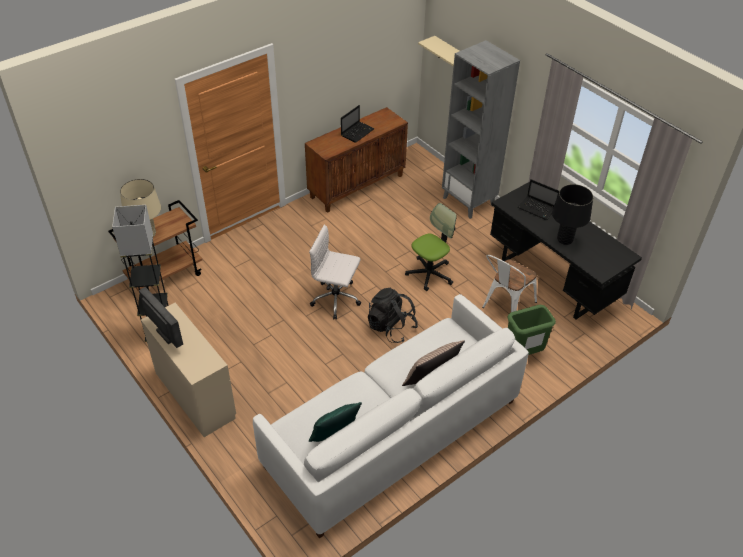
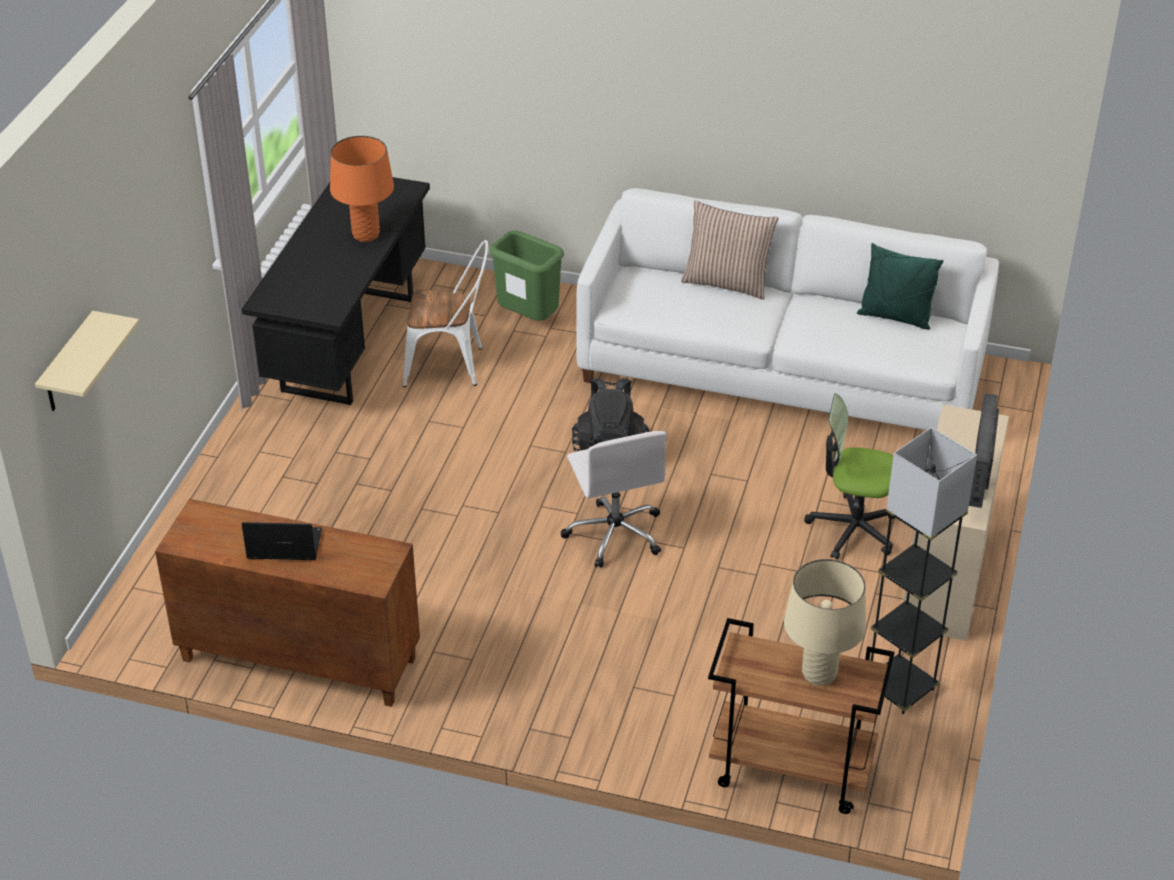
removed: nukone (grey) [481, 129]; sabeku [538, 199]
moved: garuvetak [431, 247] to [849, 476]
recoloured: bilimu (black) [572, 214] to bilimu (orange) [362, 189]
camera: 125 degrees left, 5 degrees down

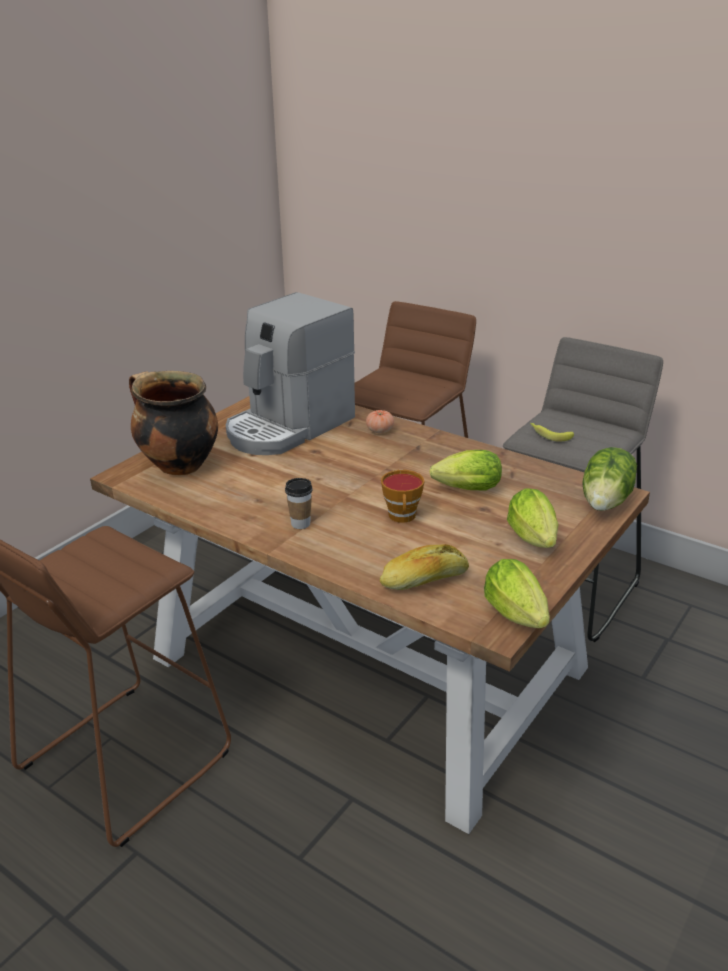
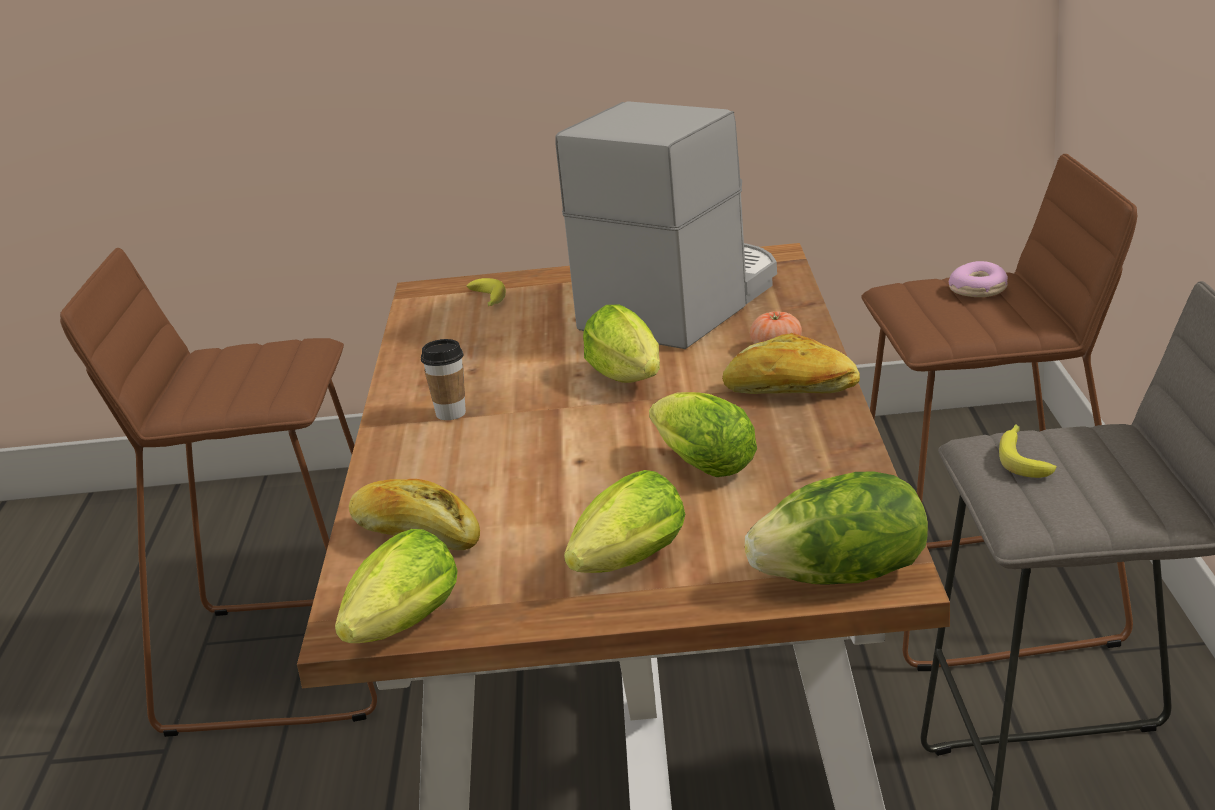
removed: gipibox [403, 496]
added: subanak [621, 343]; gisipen [791, 363]; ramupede [978, 279]
replaced: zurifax [173, 423] to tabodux [486, 292]
turned: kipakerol [290, 373] = [666, 225] 120 degrees clockwise
camera: 55 degrees right, 5 degrees down

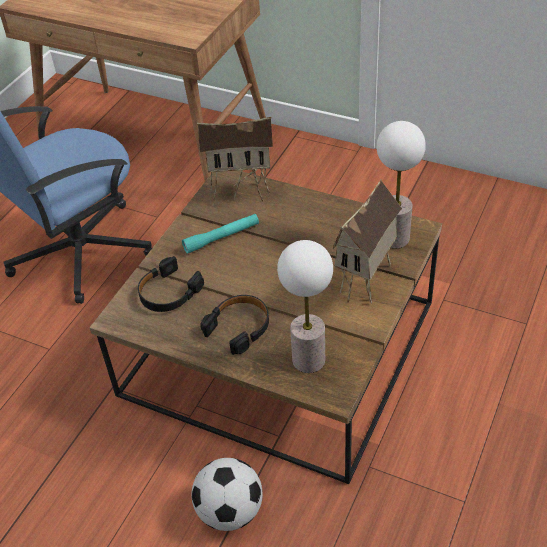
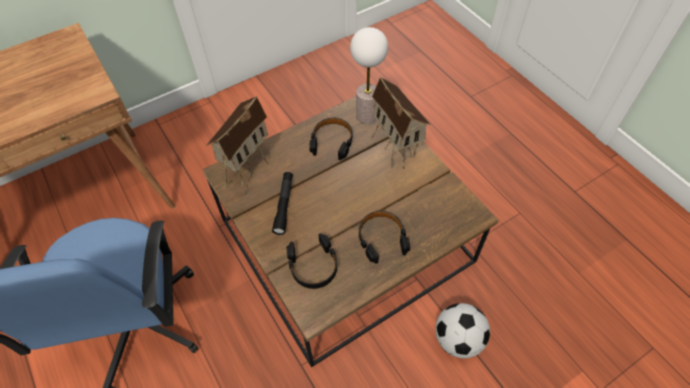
removed: bilimu [305, 306]
added: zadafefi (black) [331, 139]
recoloured: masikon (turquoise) [220, 234] to masikon (black) [282, 203]
camera: 60 degrees left, 10 degrees up

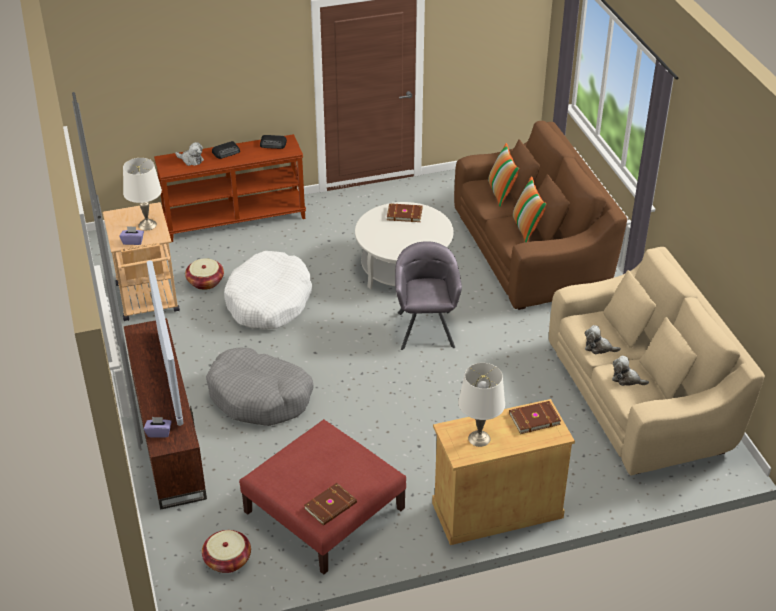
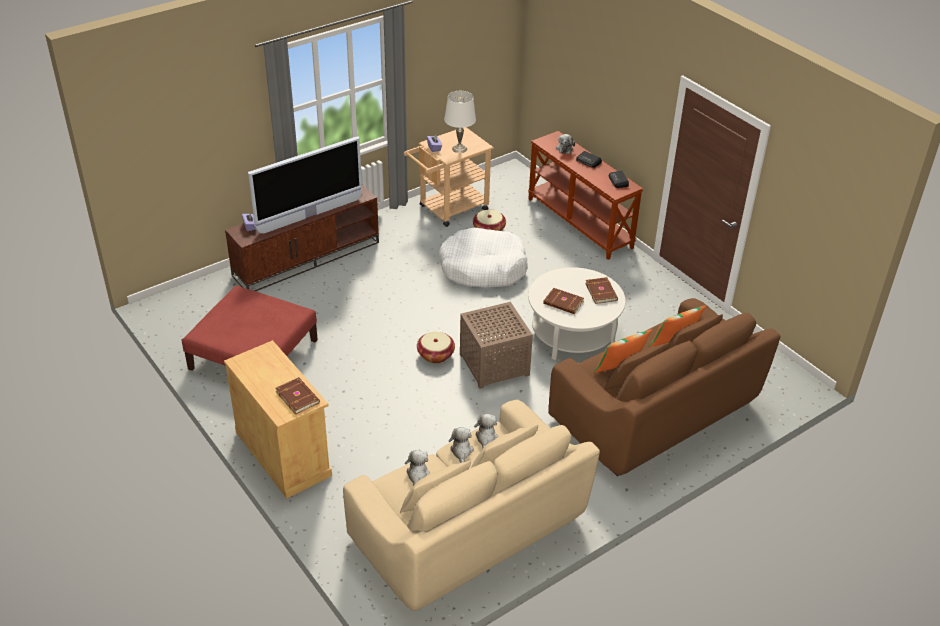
removed: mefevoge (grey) [260, 386]; bilimu (white) [481, 405]
added: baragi [486, 431]
moved: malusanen [226, 551] to [436, 347]; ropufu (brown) [330, 504] to [563, 301]
replaced: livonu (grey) [428, 295] to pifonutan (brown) [496, 345]
camera: 70 degrees right, 0 degrees up

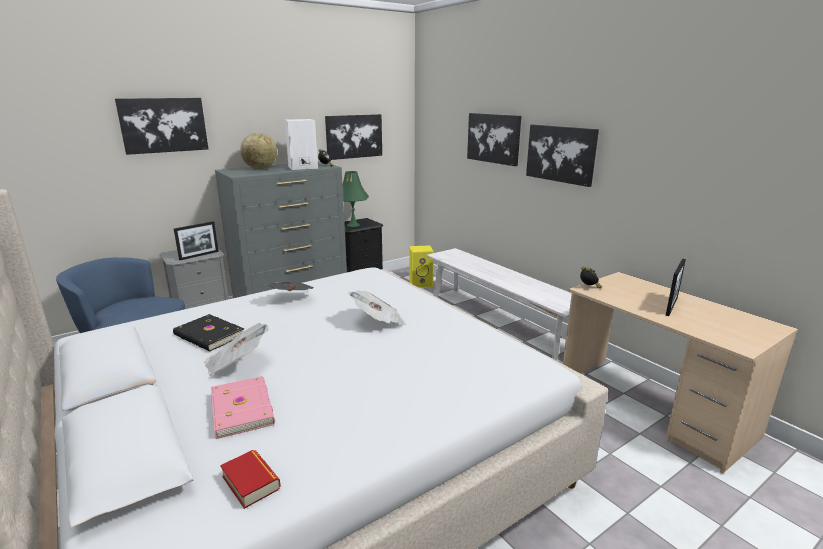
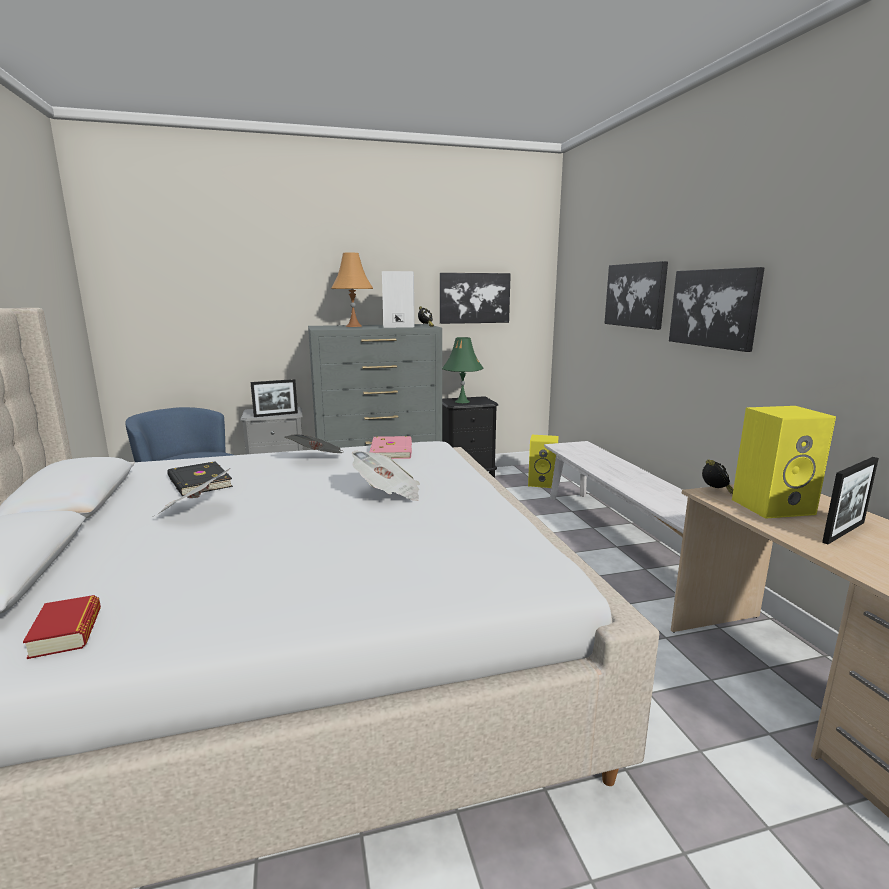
removed: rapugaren [161, 126]
added: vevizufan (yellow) [784, 462]
moved: ropufu (pink) [243, 407] to [391, 447]
replaced: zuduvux [258, 151] to bilimu (orange) [352, 290]
camera: 20 degrees right, 5 degrees down

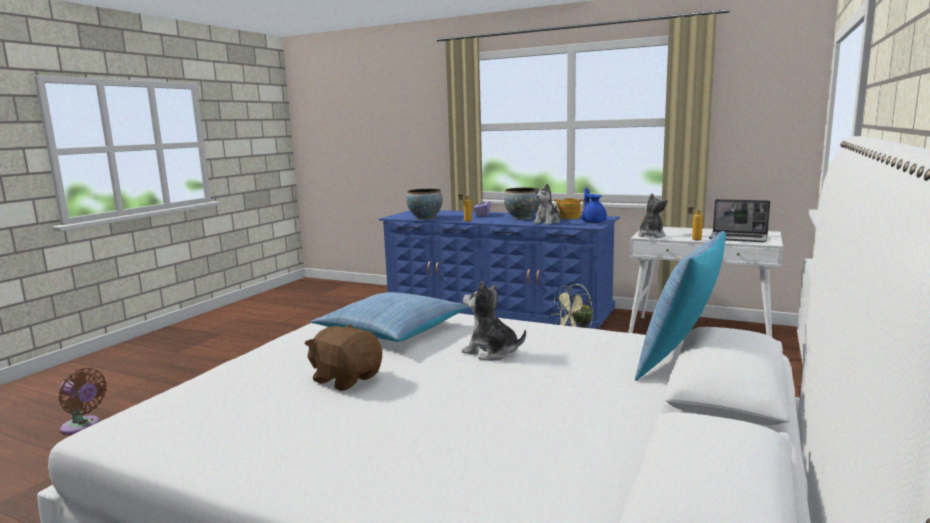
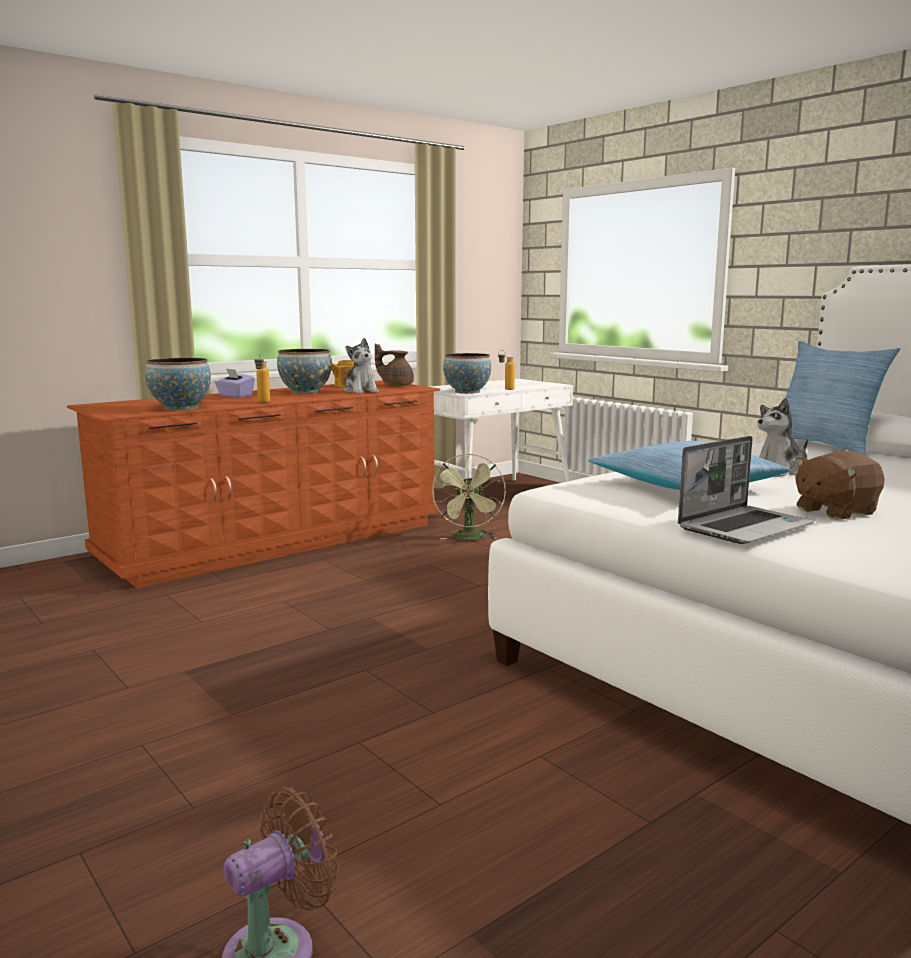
moved: sabeku [739, 220] to [746, 490]
replaced: baragi [653, 215] to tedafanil [467, 373]
recoloured: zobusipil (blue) [499, 269] to zobusipil (brown) [253, 484]; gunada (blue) [594, 205] to gunada (brown) [394, 364]
camera: 65 degrees left, 0 degrees up

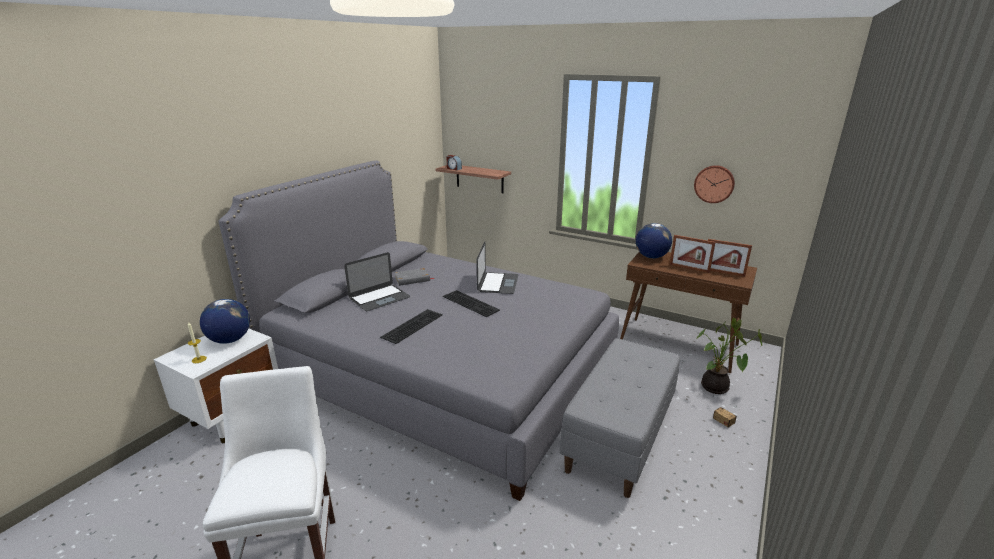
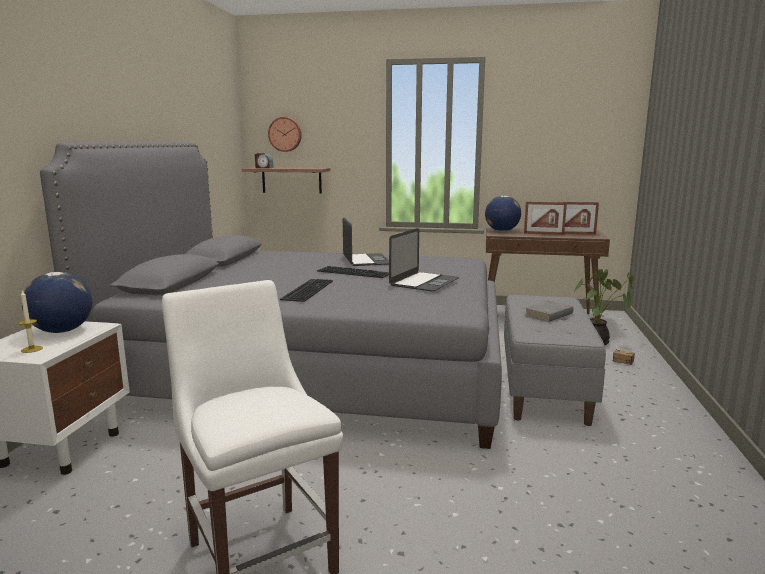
moved: sabeku [377, 281] to [424, 260]; ropufu (grey) [414, 277] to [549, 311]; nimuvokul [714, 184] to [285, 134]
camera: 20 degrees left, 10 degrees down

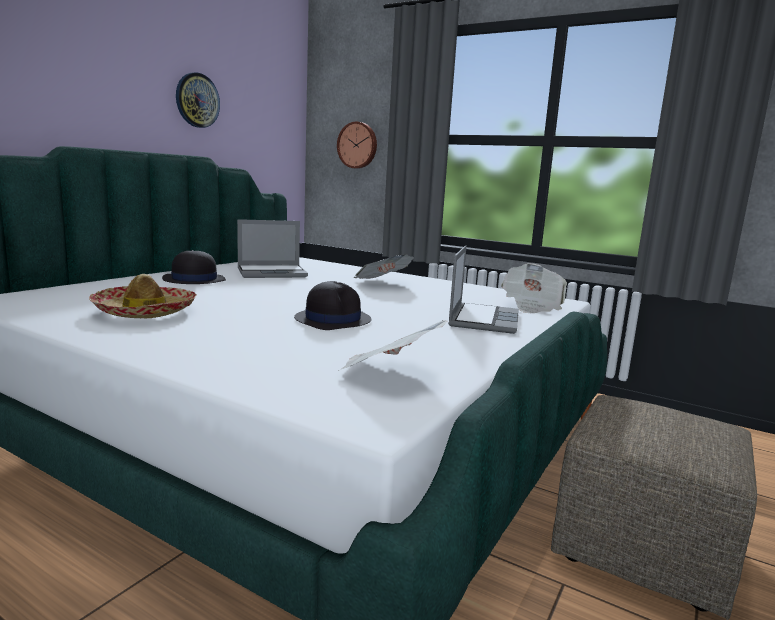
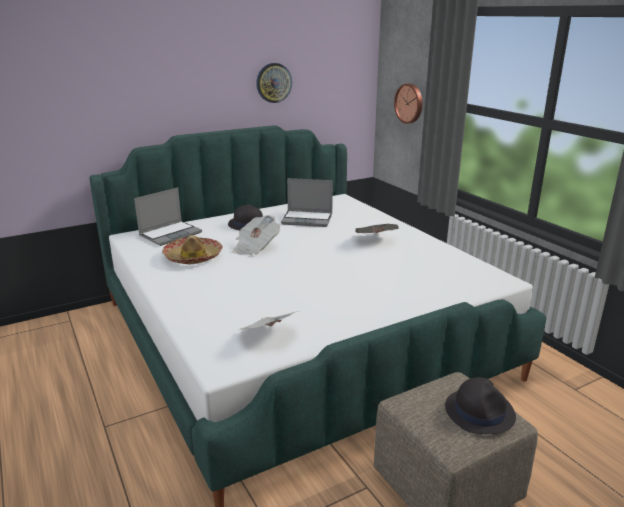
moved: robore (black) [332, 305] to [480, 405]; sabeku [483, 290] to [168, 216]; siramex [534, 288] to [256, 235]
camera: 30 degrees right, 10 degrees up

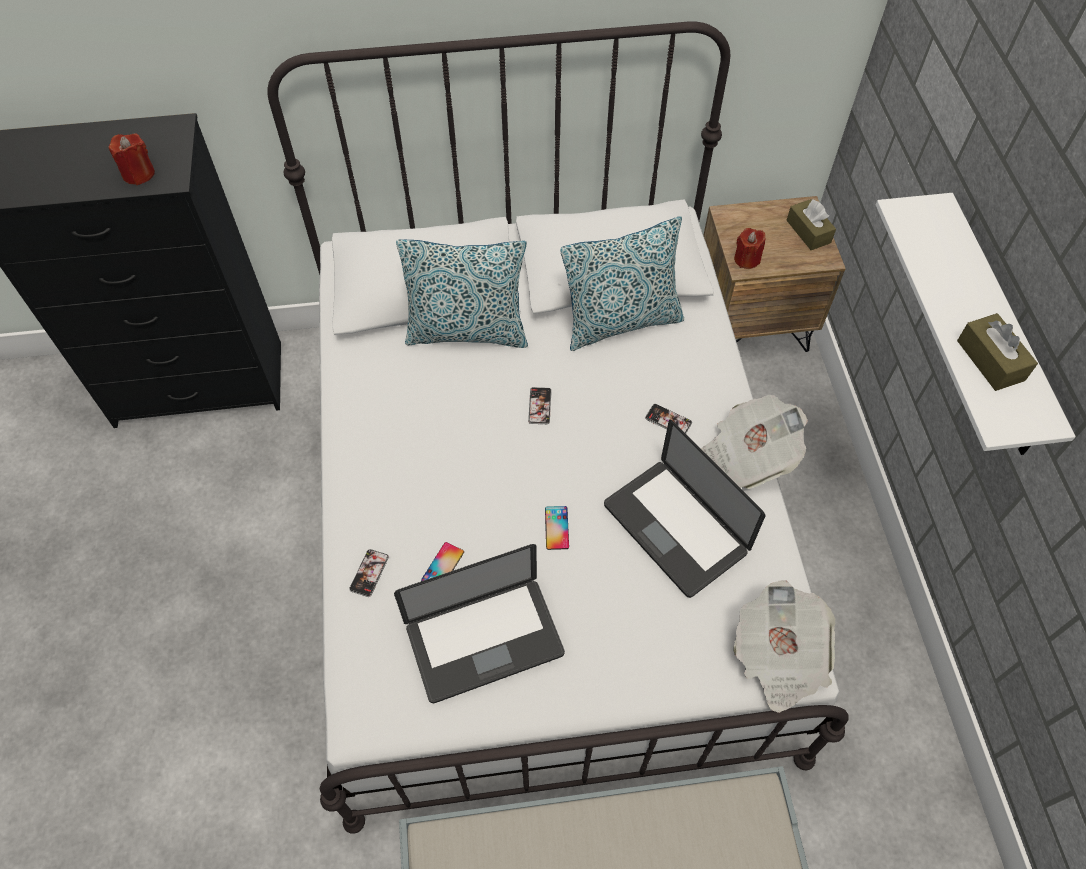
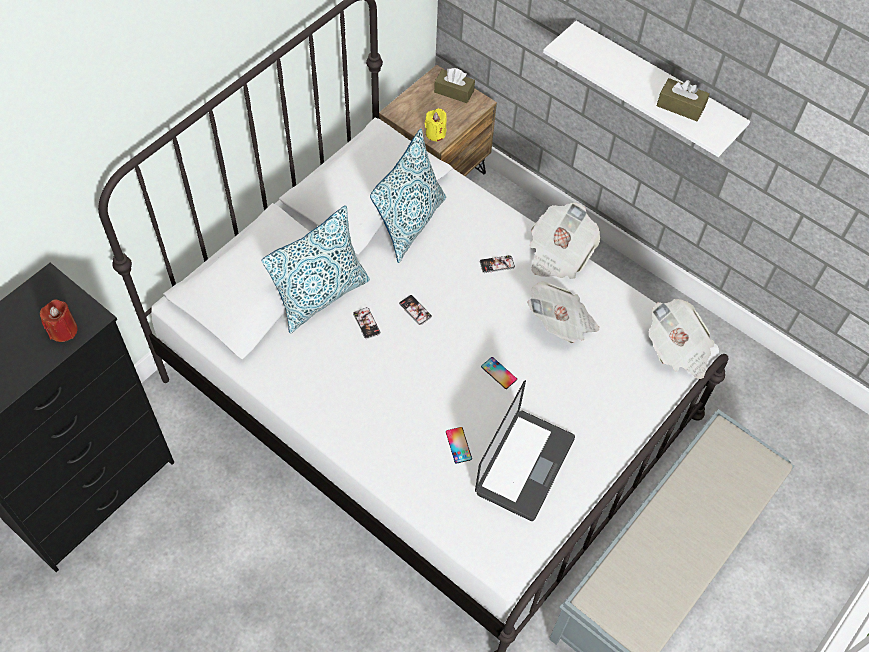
moved: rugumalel [369, 573] to [367, 323]
replaced: sabeku [684, 509] to siramex [563, 312]
recoloured: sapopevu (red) [750, 248] to sapopevu (yellow) [436, 125]
camera: 45 degrees left, 0 degrees up

